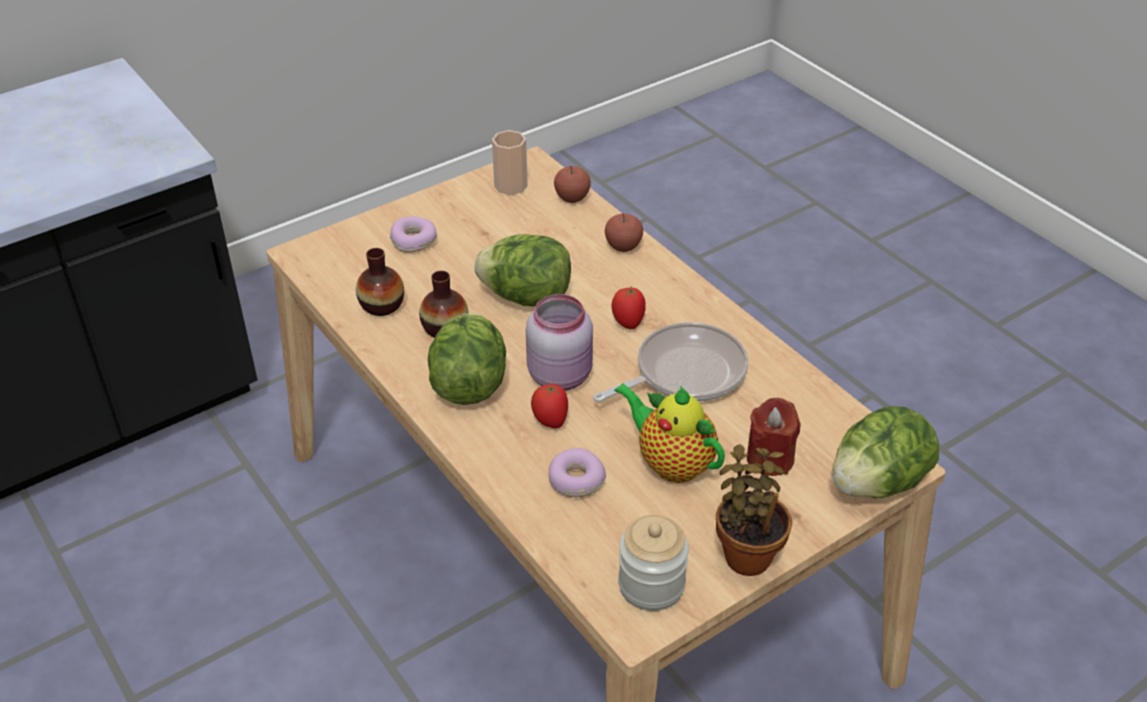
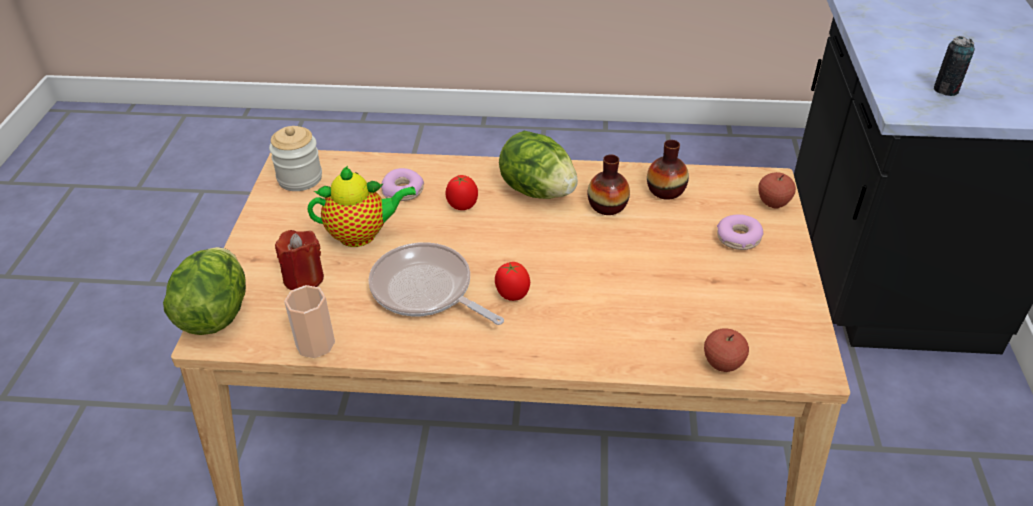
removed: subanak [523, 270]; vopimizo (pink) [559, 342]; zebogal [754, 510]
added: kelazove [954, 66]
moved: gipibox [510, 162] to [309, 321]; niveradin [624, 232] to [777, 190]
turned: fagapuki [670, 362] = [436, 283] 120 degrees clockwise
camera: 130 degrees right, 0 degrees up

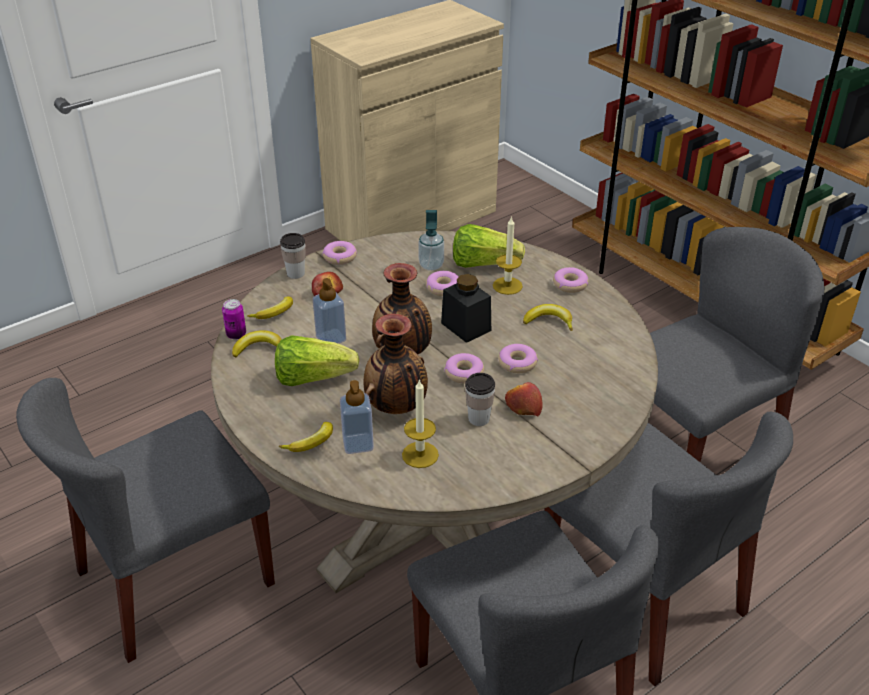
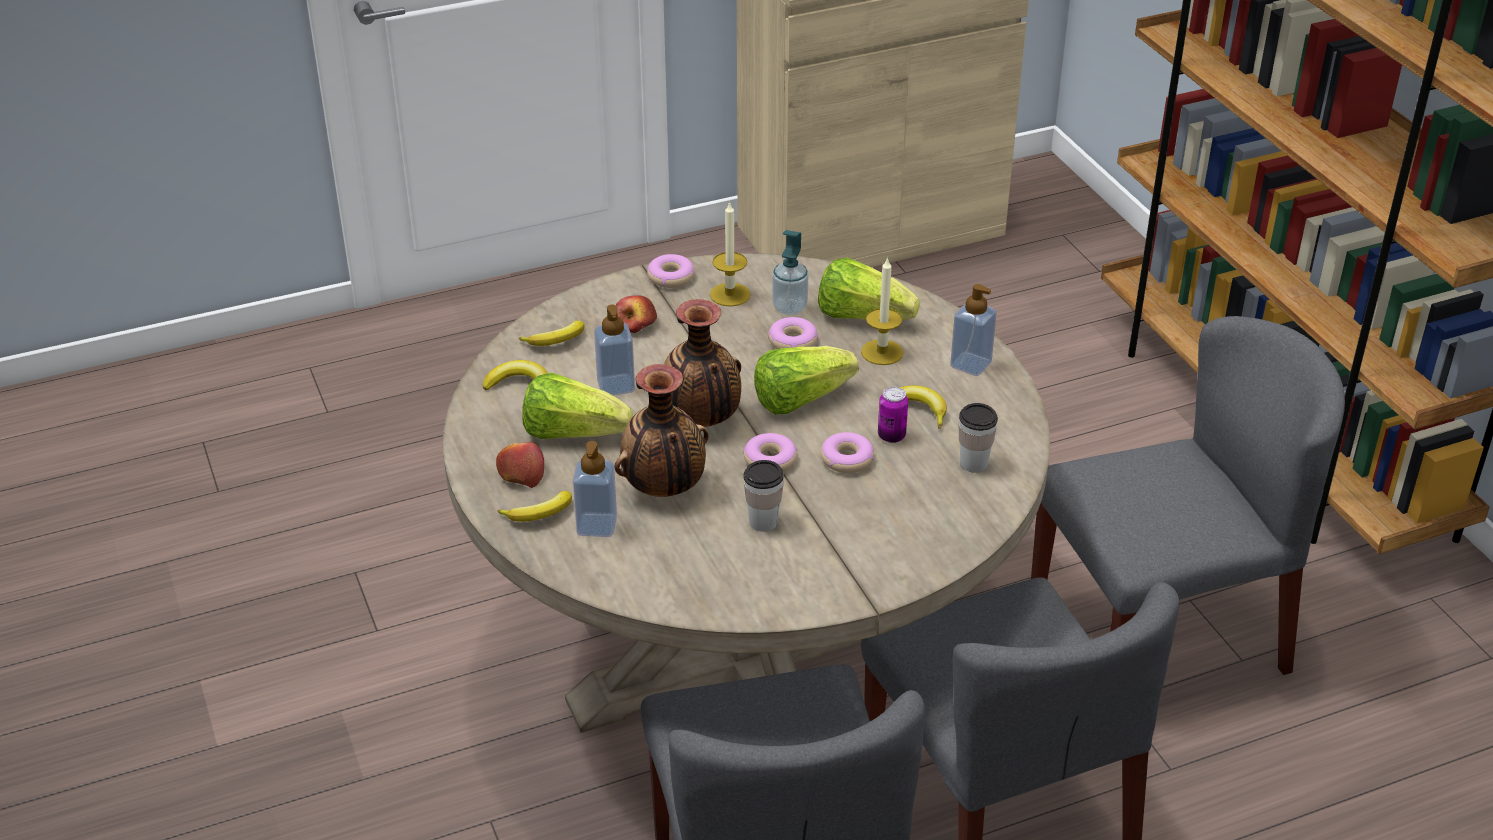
removed: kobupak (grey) [145, 520]
moved: kelazove [234, 319] to [893, 415]; gipibox [293, 256] to [978, 438]; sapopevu [420, 423] to [730, 254]; niveradin [524, 399] to [520, 465]
replaced: vopimizo (black) [466, 308] to subanak [806, 380]; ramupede [571, 280] to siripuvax [973, 330]
camera: 15 degrees right, 0 degrees up

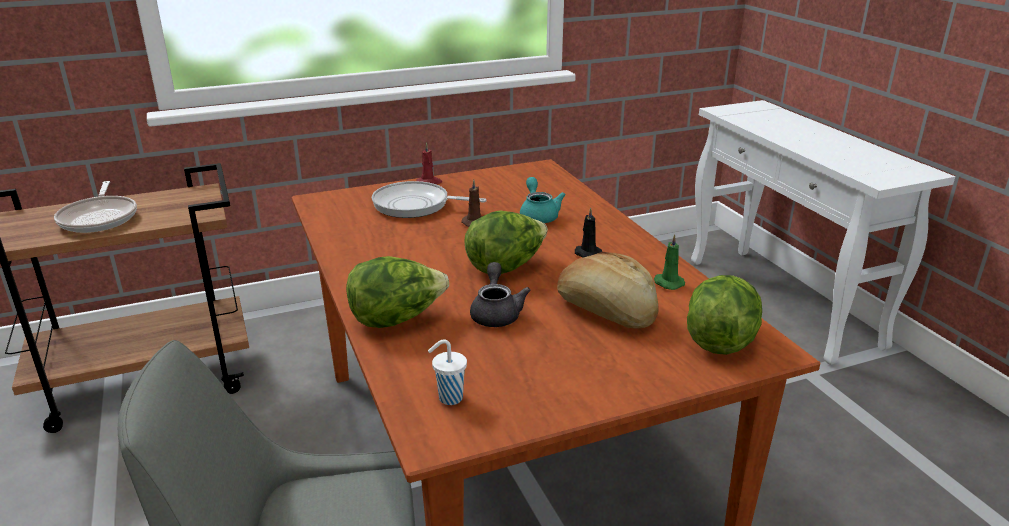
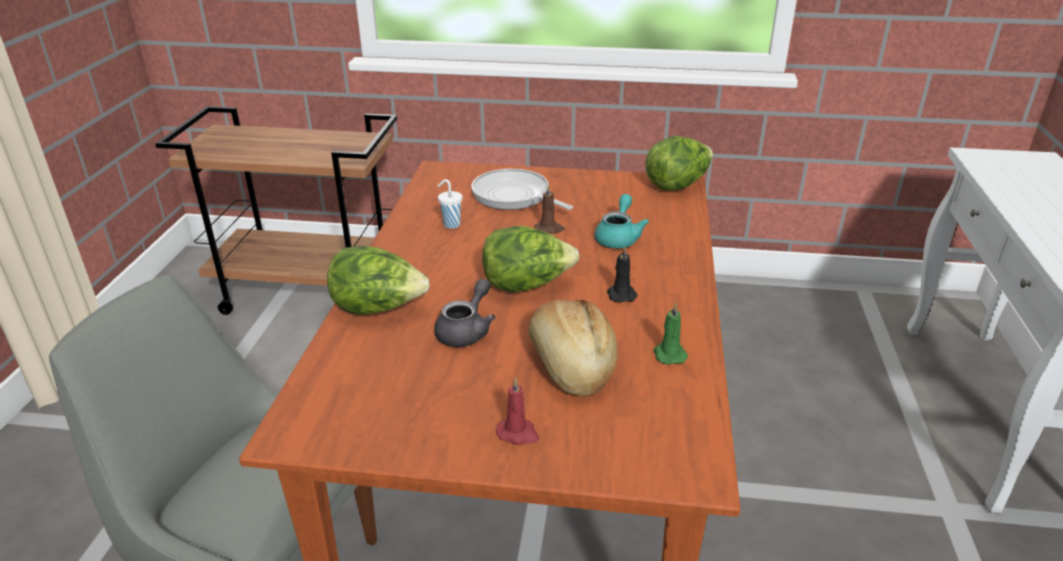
removed: fagapuki [95, 207]
moved: sapopevu (red) [429, 163] to [517, 411]; gipibox (white) [447, 372] to [450, 204]; subanak [724, 315] to [679, 163]
camera: 30 degrees right, 5 degrees up

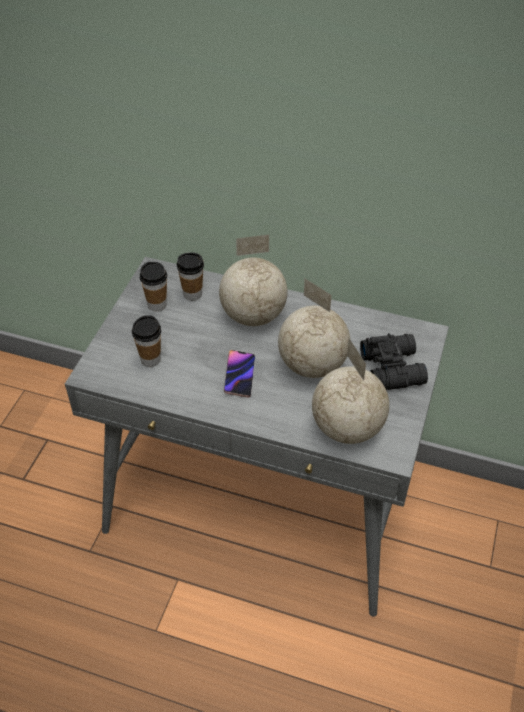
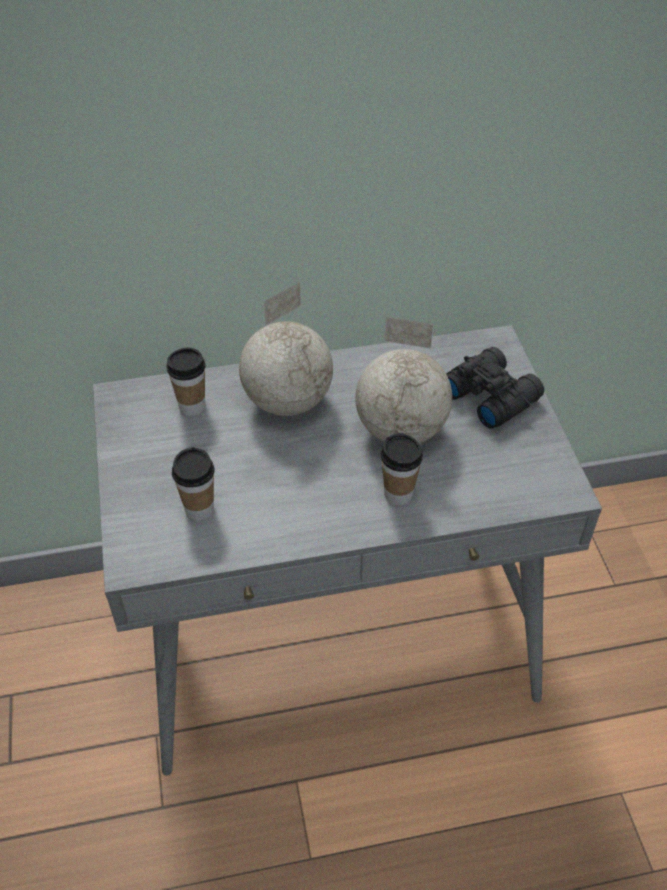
removed: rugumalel [239, 374]; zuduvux [350, 391]
moved: gipibox [153, 286] to [402, 469]
camera: 30 degrees left, 0 degrees up

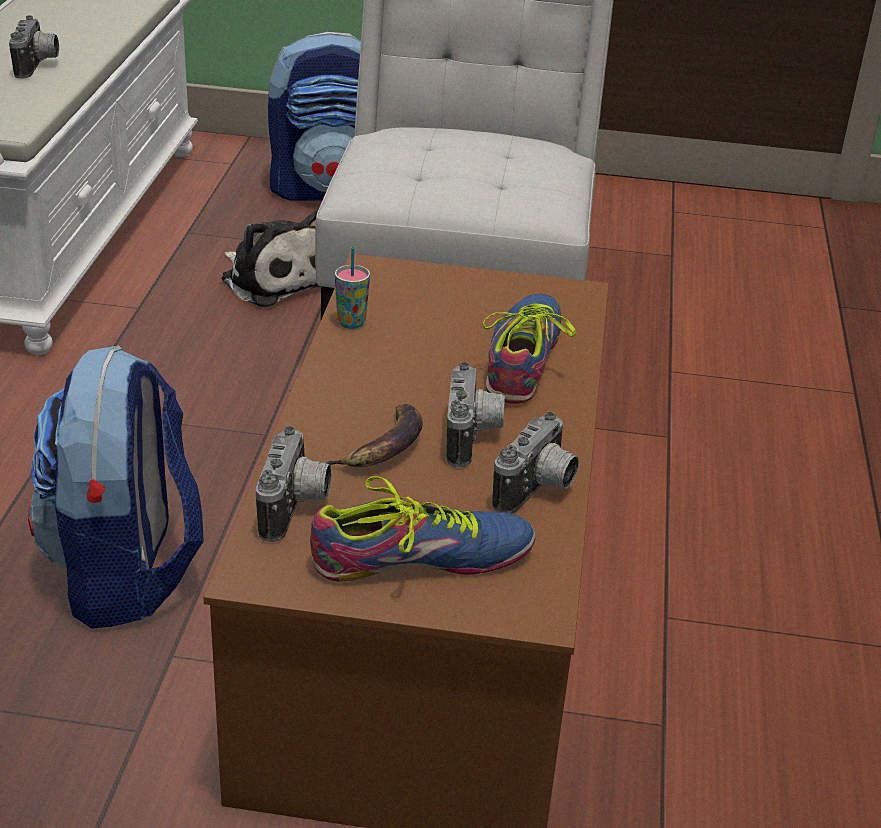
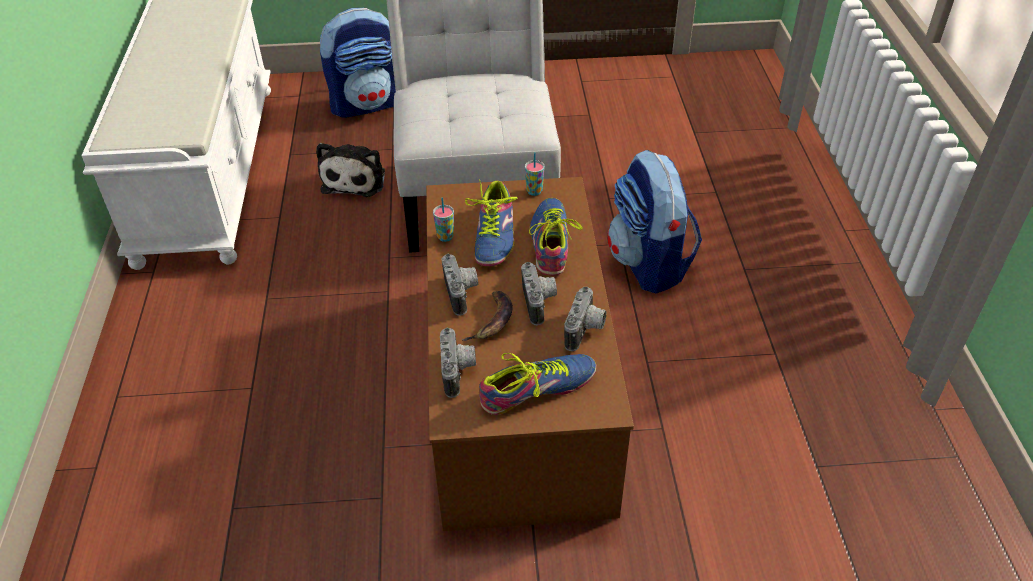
added: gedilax [491, 223]; gipibox [535, 174]
moved: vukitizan [34, 46] to [459, 285]; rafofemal [116, 487] to [654, 222]
turned: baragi [270, 258] = [350, 170] 60 degrees clockwise
camera: 10 degrees left, 10 degrees up

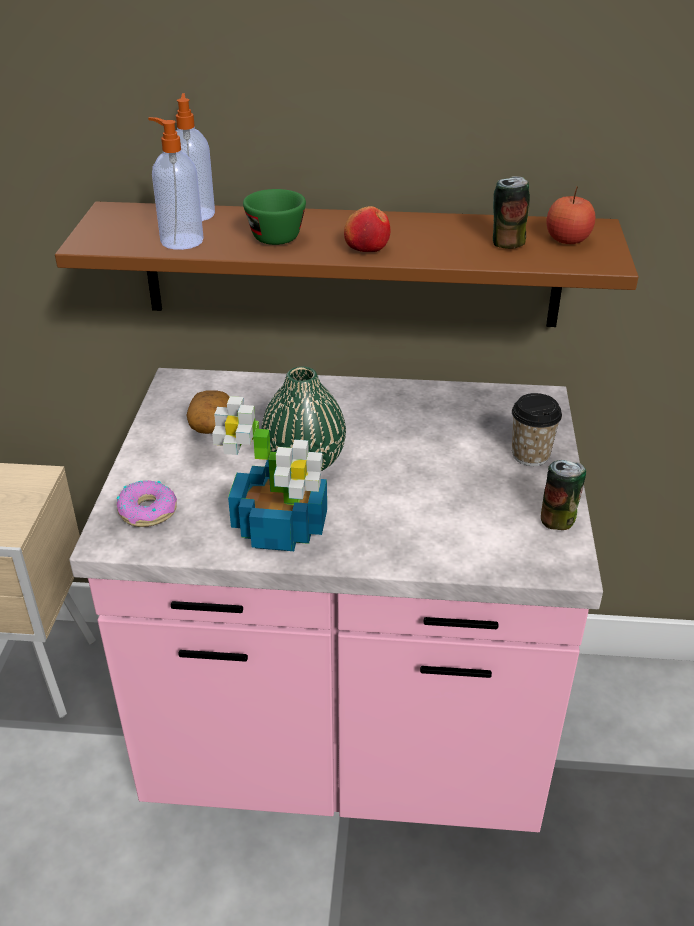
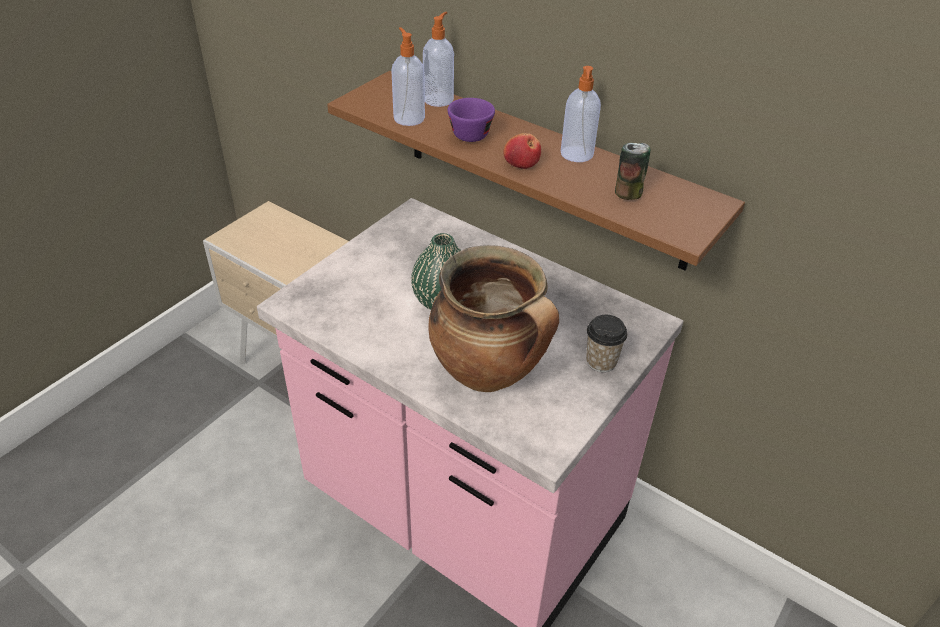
removed: ramupede [147, 503]; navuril [208, 412]; zebogal [269, 473]; kelazove [563, 495]; niveradin [571, 215]
added: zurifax [493, 318]; siripuvax [581, 114]
recoloured: gipibox (green) [274, 217] to gipibox (purple) [471, 120]
camera: 30 degrees right, 5 degrees up

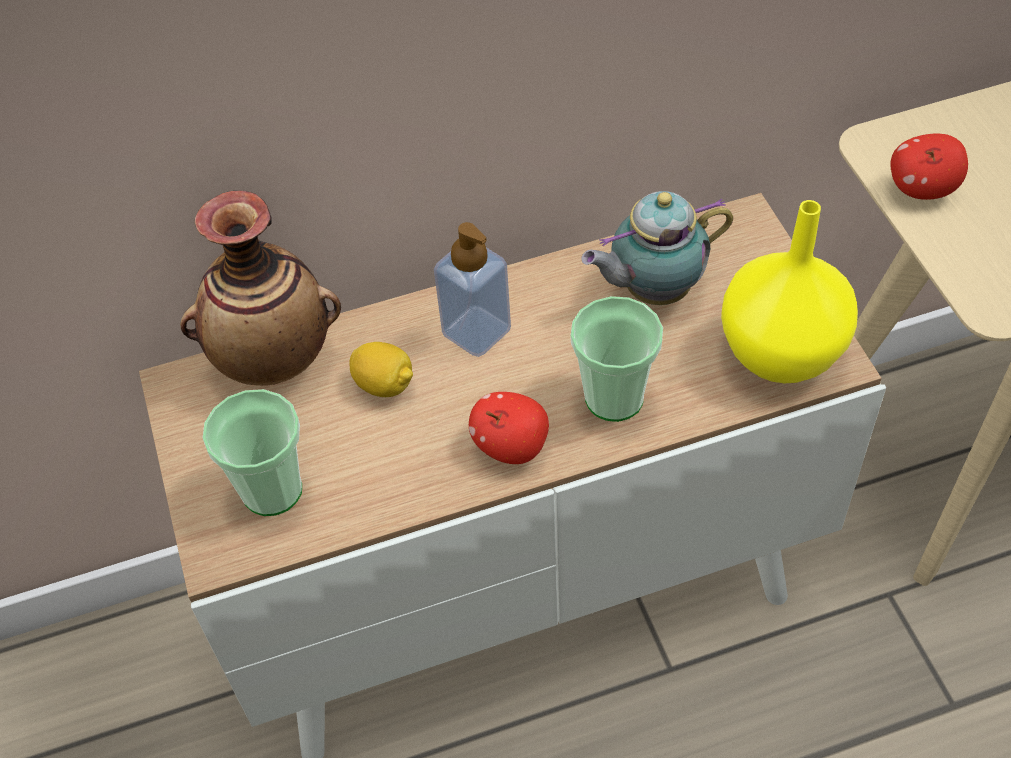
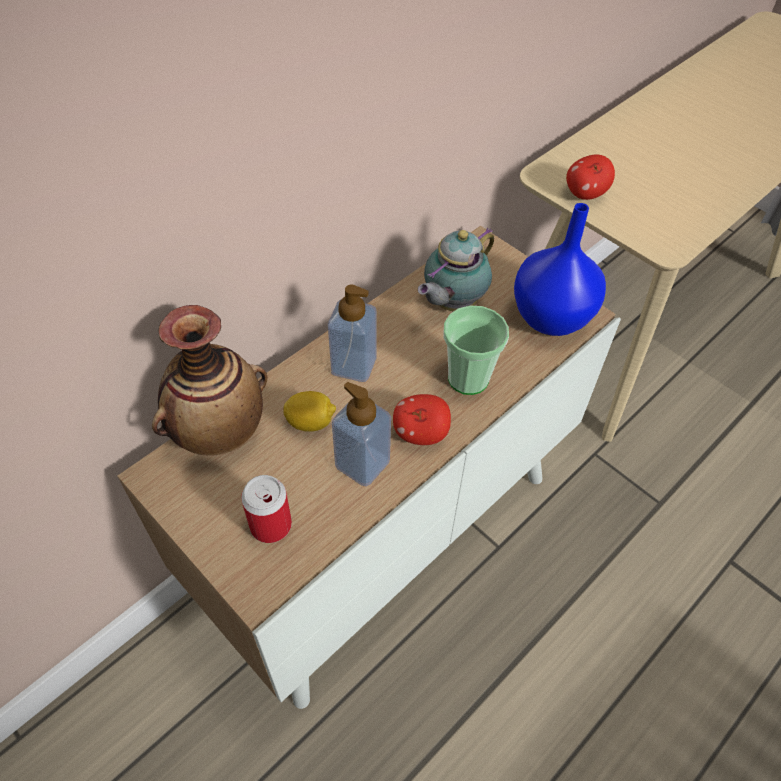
added: siripuvax [361, 434]
replaced: gipibox [252, 452] to kelazove [266, 509]
recoloured: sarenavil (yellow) [789, 291] to sarenavil (blue) [560, 269]
camera: 30 degrees left, 0 degrees up

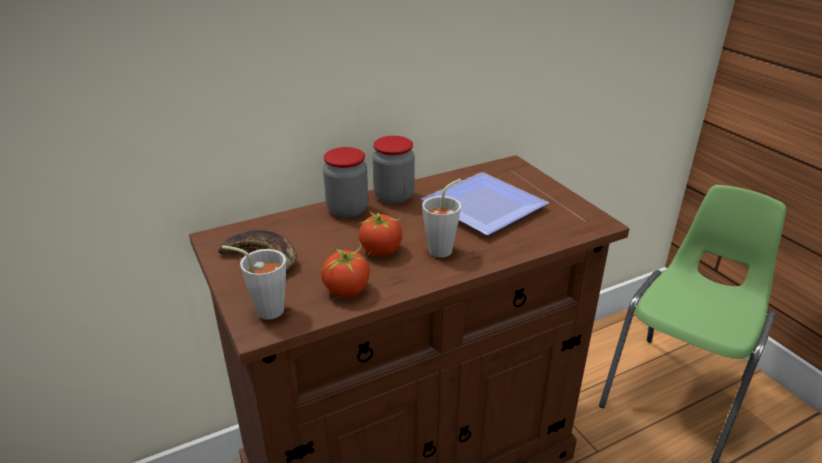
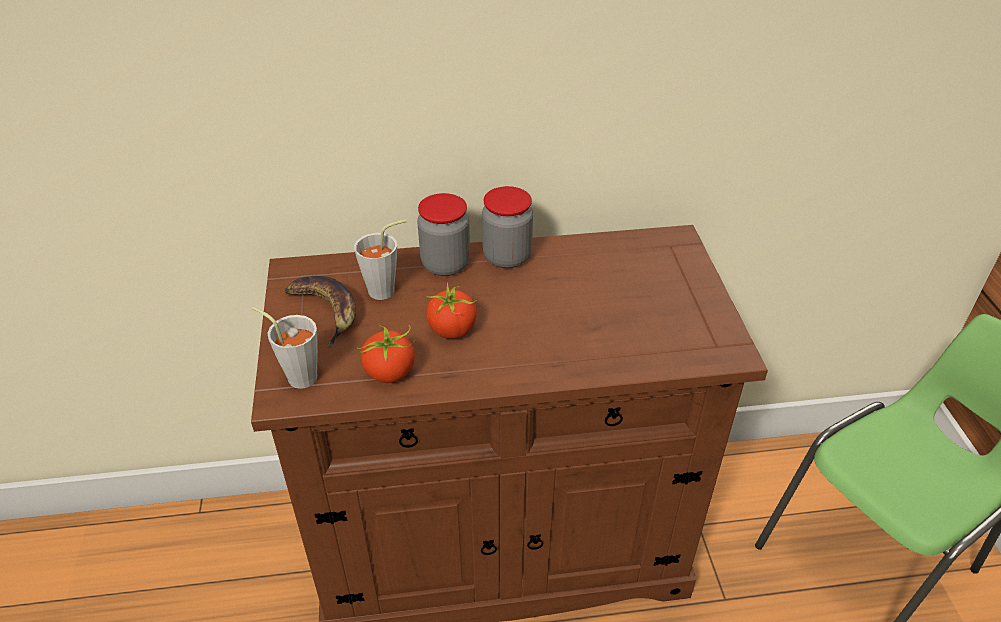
removed: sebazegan [485, 204]
moved: gipibox (grey) [441, 218] to [380, 259]
camera: 20 degrees right, 10 degrees up

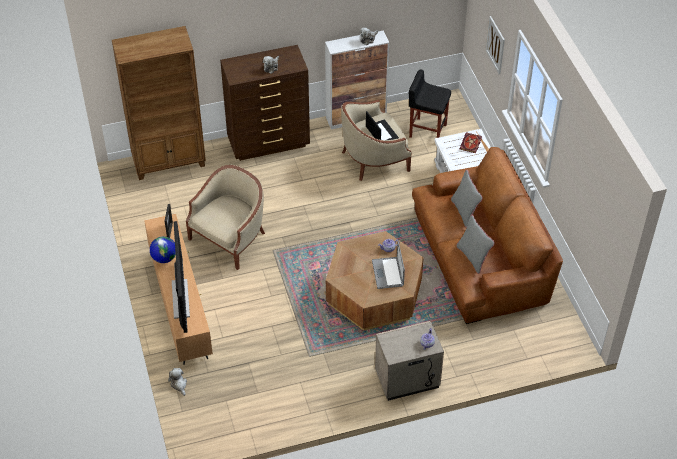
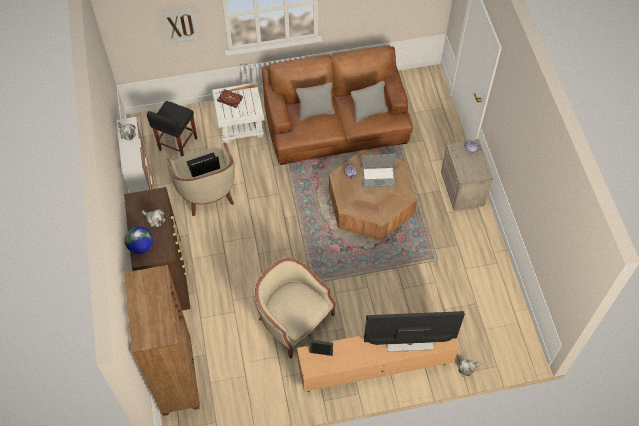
moved: zuduvux [163, 249] to [139, 240]
camera: 85 degrees left, 10 degrees up

